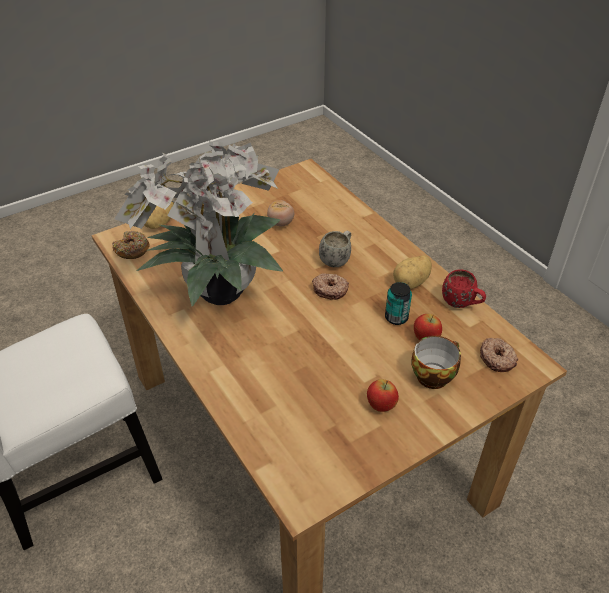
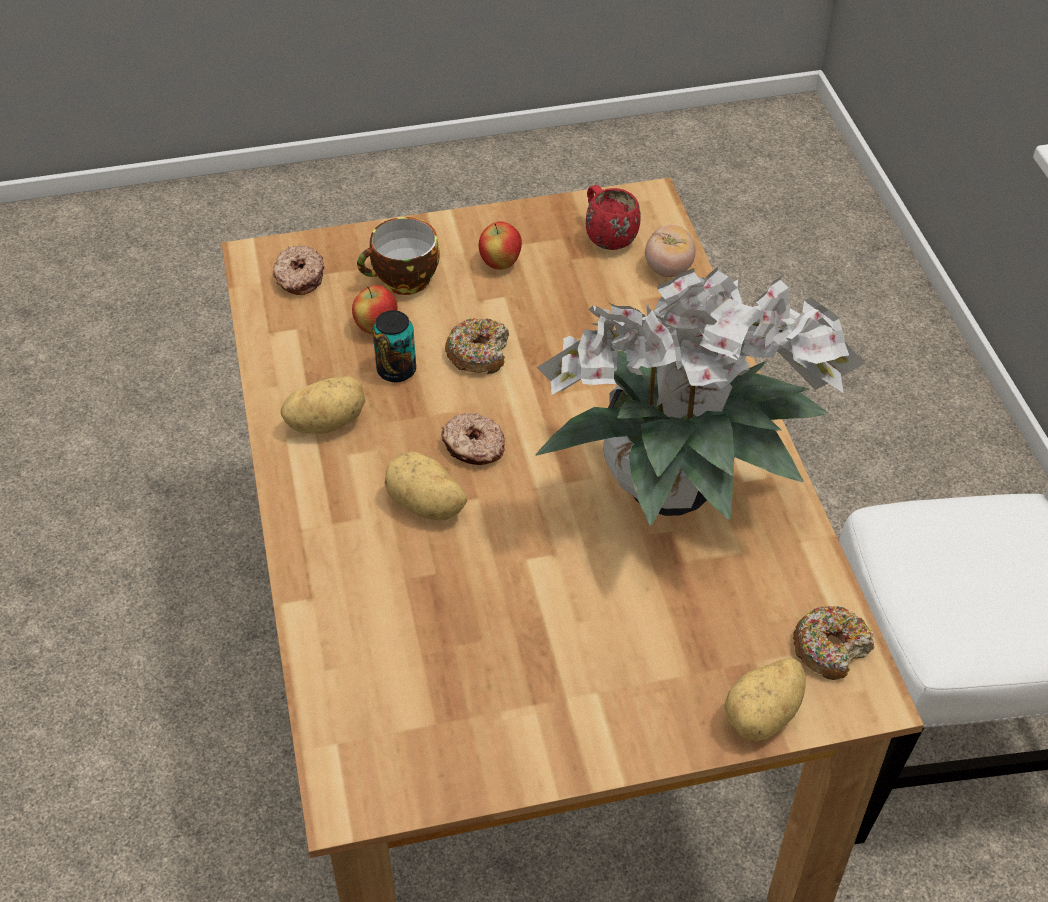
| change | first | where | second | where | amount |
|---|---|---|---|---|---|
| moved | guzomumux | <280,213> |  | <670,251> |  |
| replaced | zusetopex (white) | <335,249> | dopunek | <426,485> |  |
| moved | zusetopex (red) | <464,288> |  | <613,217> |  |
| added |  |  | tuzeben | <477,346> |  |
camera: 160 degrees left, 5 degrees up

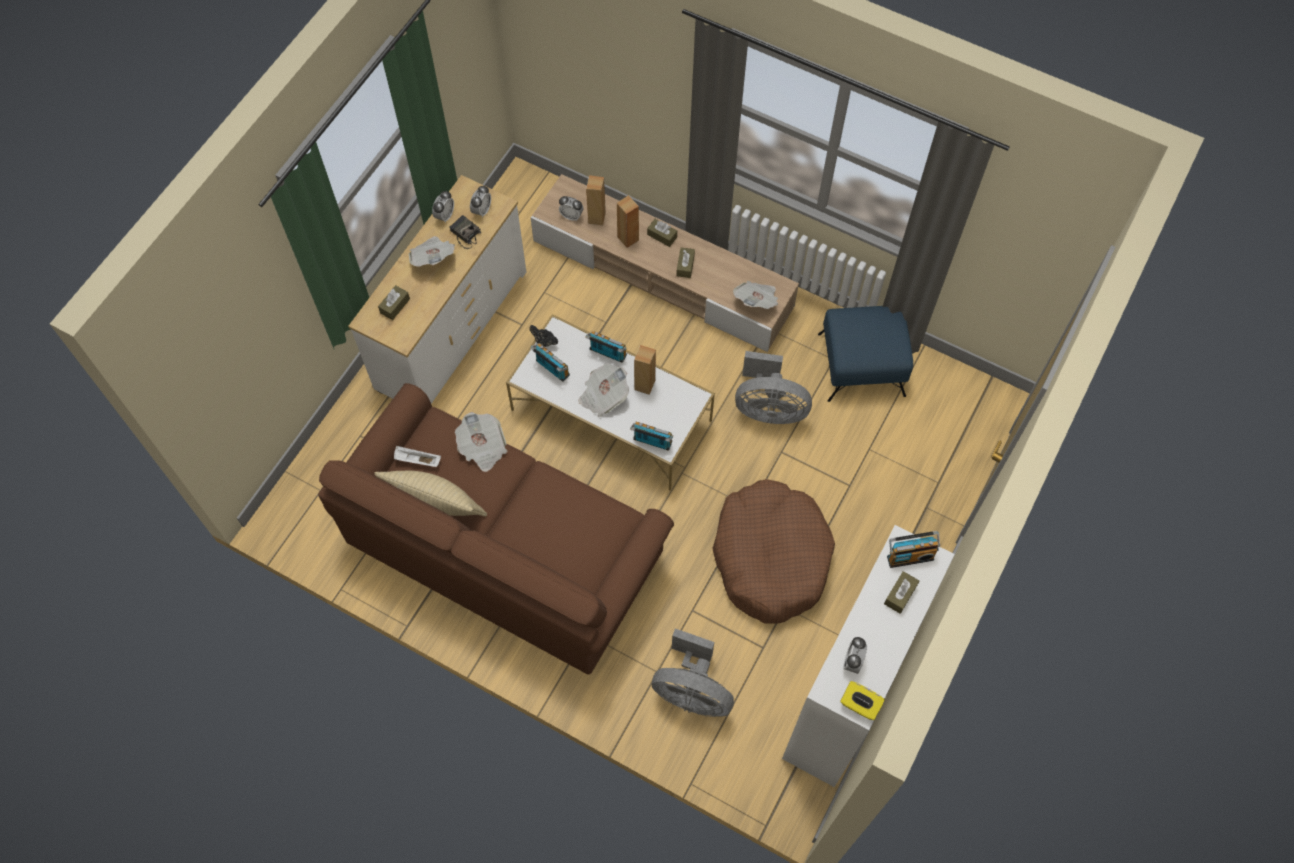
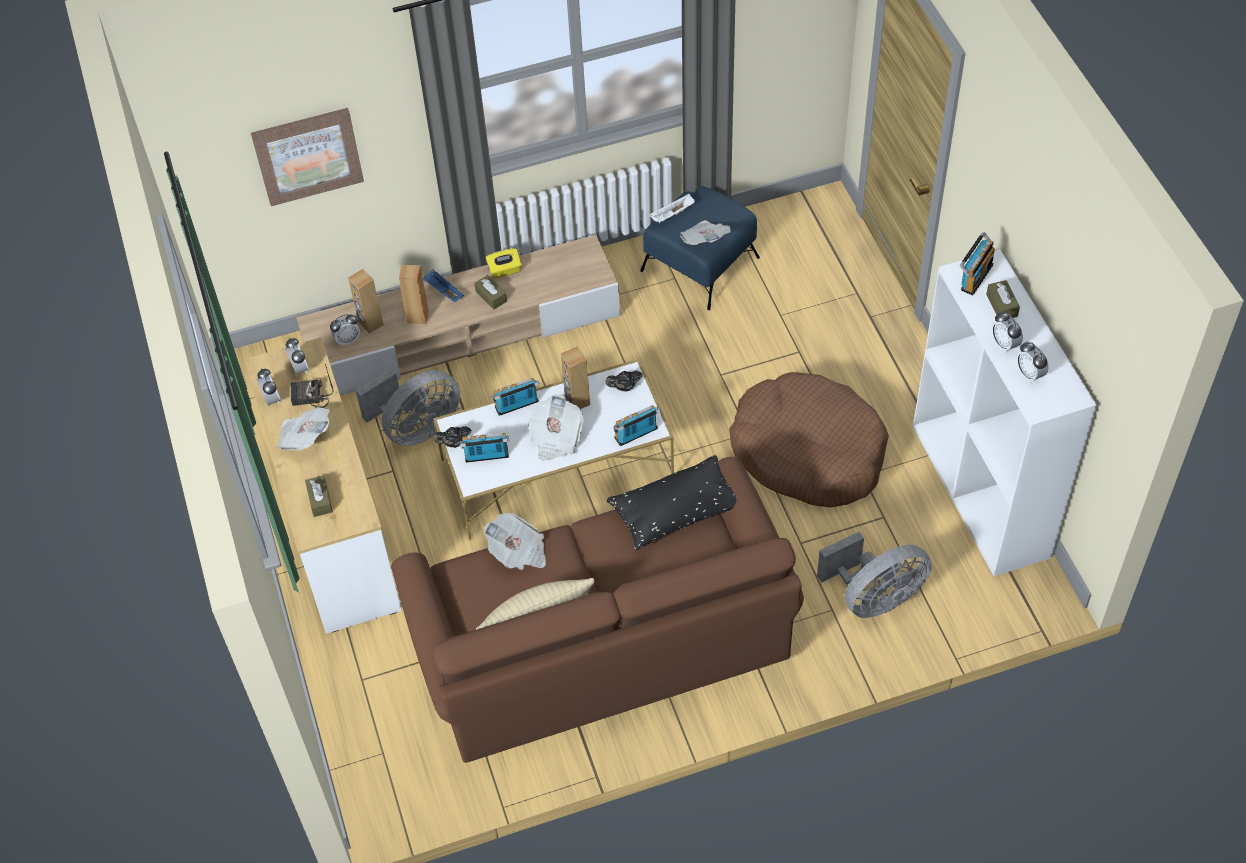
| change | first | where | second | where | amount |
|---|---|---|---|---|---|
| moved | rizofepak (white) | <417,456> |  | <672,208> |  |
| replaced | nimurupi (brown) | <662,233> | rizofepak (blue) | <443,285> |  |
| moved | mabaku | <756,295> |  | <705,232> |  |
| moved | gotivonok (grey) | <773,387> |  | <408,407> |  |
| moved | nimurupi (yellow) | <862,700> |  | <504,263> |  |
| added |  |  | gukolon | <307,157> |  |
| added |  |  | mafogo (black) | <624,381> |  |
| added |  |  | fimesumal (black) | <671,502> |  |
| added |  |  | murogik | <1007,332> |  |
camera: 45 degrees left, 10 degrees down

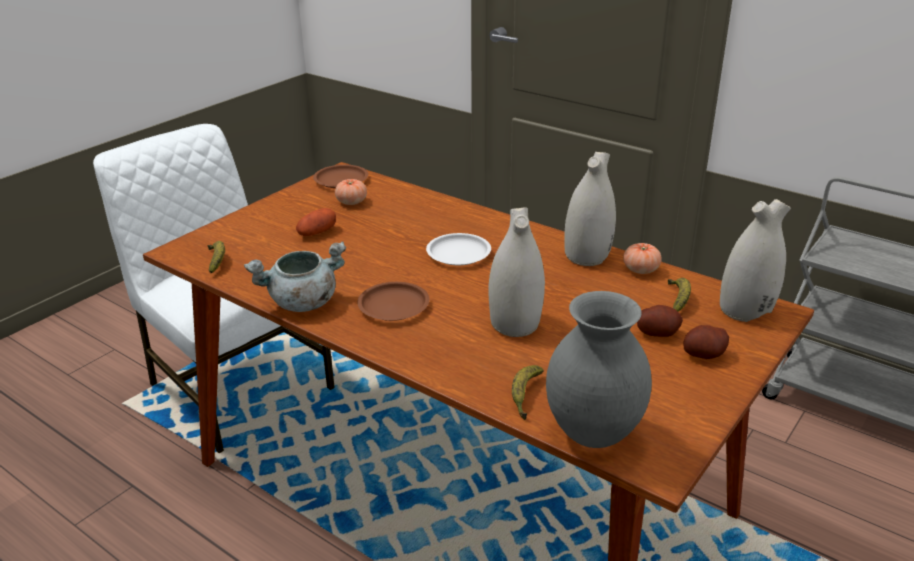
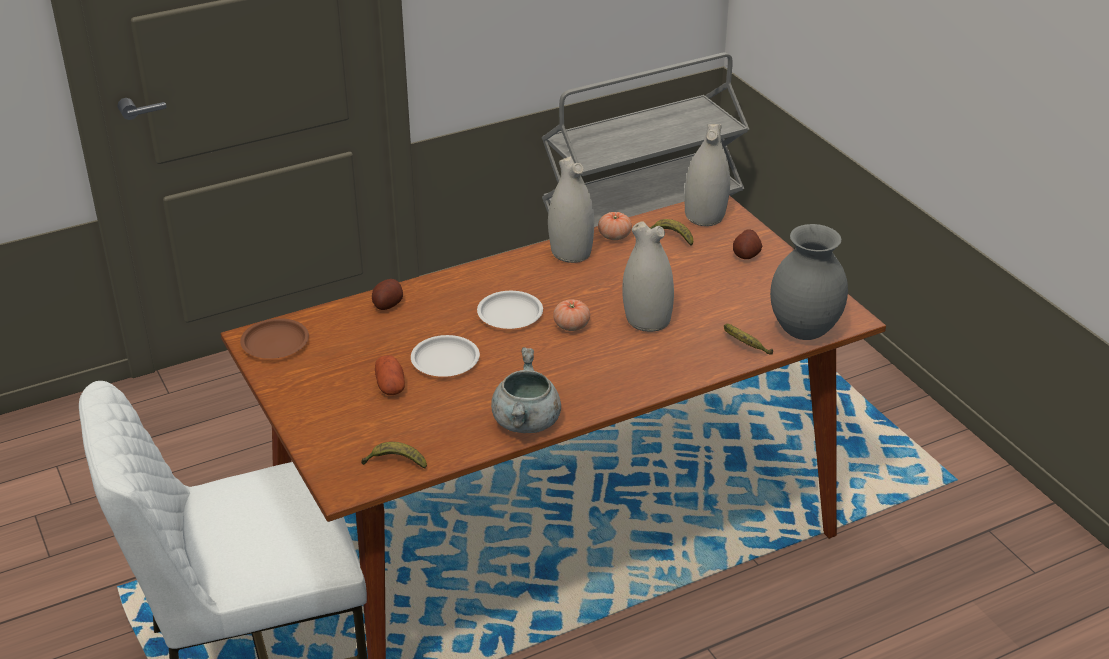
| change | first | where | second | where | amount |
|---|---|---|---|---|---|
| moved | guzomumux | <351,192> |  | <571,315> |  |
| removed | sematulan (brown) | <393,301> |  |  |  |
| moved | dopunek | <660,321> |  | <387,294> |  |
| added |  |  | sematulan (white) | <445,356> |  |
camera: 65 degrees left, 5 degrees up

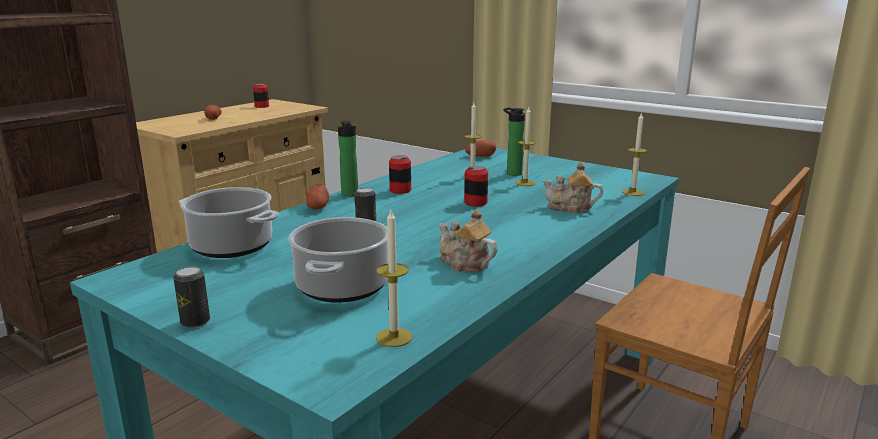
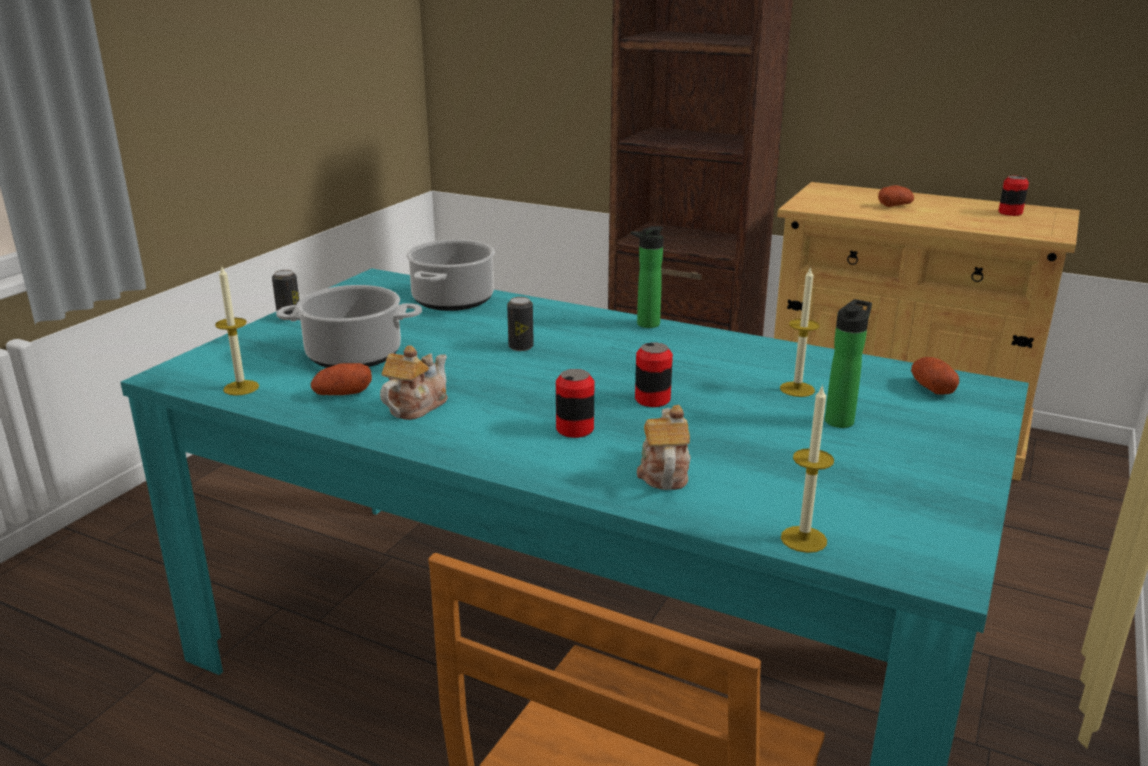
| change | first | where | second | where | amount |
|---|---|---|---|---|---|
| moved | dopunek | <317,196> |  | <341,379> |  |
| moved | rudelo | <400,174> |  | <575,403> |  |
| removed | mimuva | <525,146> |  |  |  |
camera: 80 degrees right, 5 degrees up

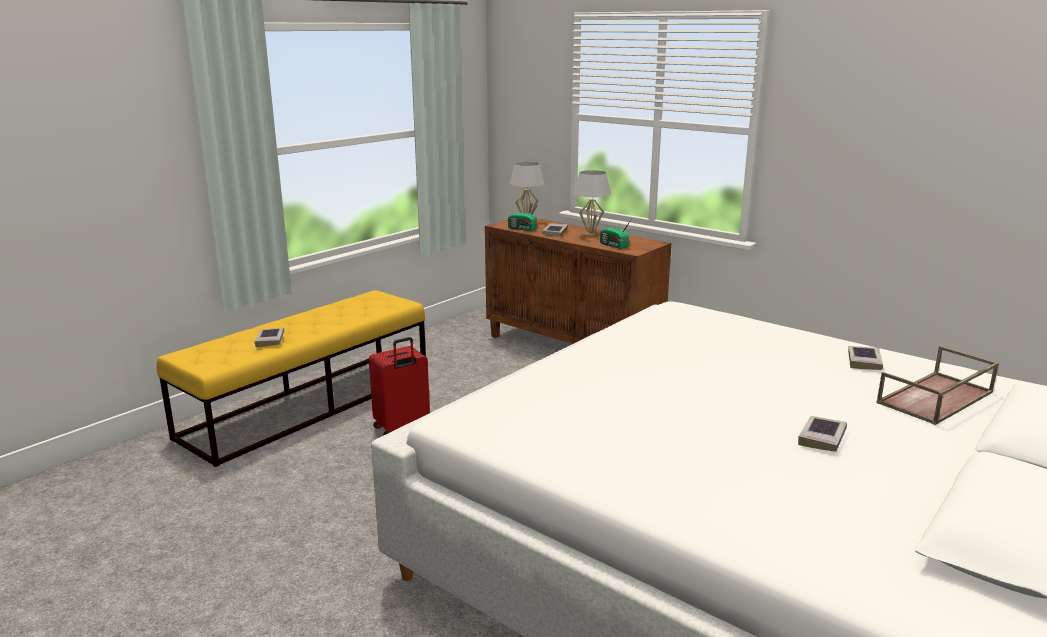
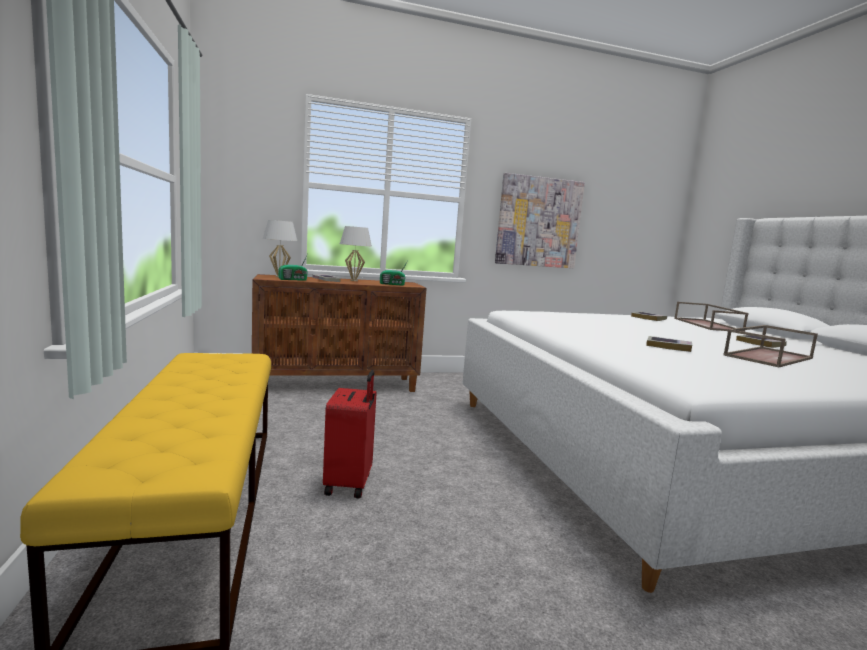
| change | first | where | second | where | amount |
|---|---|---|---|---|---|
| moved | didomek | <269,337> |  | <669,344> |  |
| added |  |  | gukolon | <540,220> |  |
| added |  |  | rizofepak (brown) | <770,346> |  |
camera: 55 degrees left, 10 degrees down

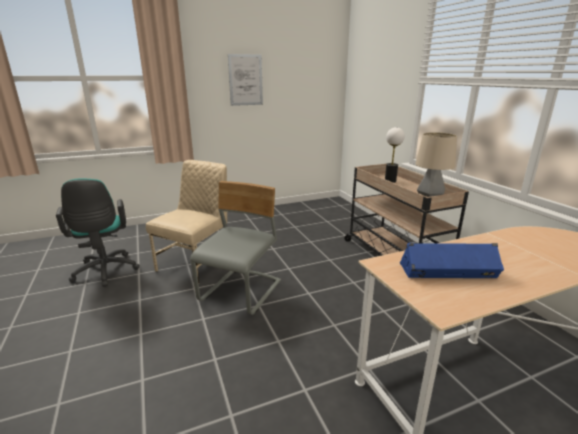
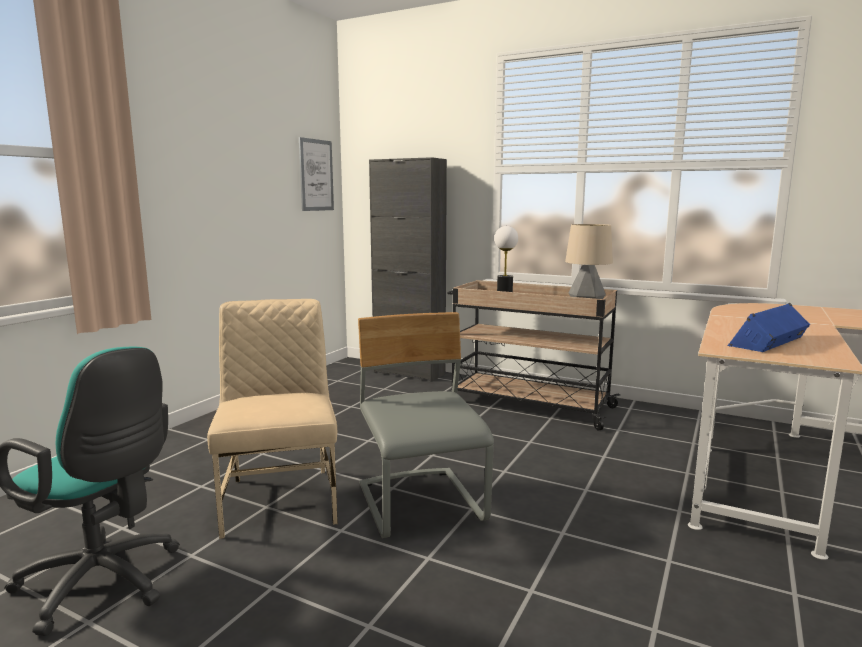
| change | first | where | second | where | amount |
|---|---|---|---|---|---|
| moved | gukolon | <245,80> |  | <316,174> |  |
| added |  |  | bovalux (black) | <408,269> |  |
camera: 40 degrees left, 10 degrees down

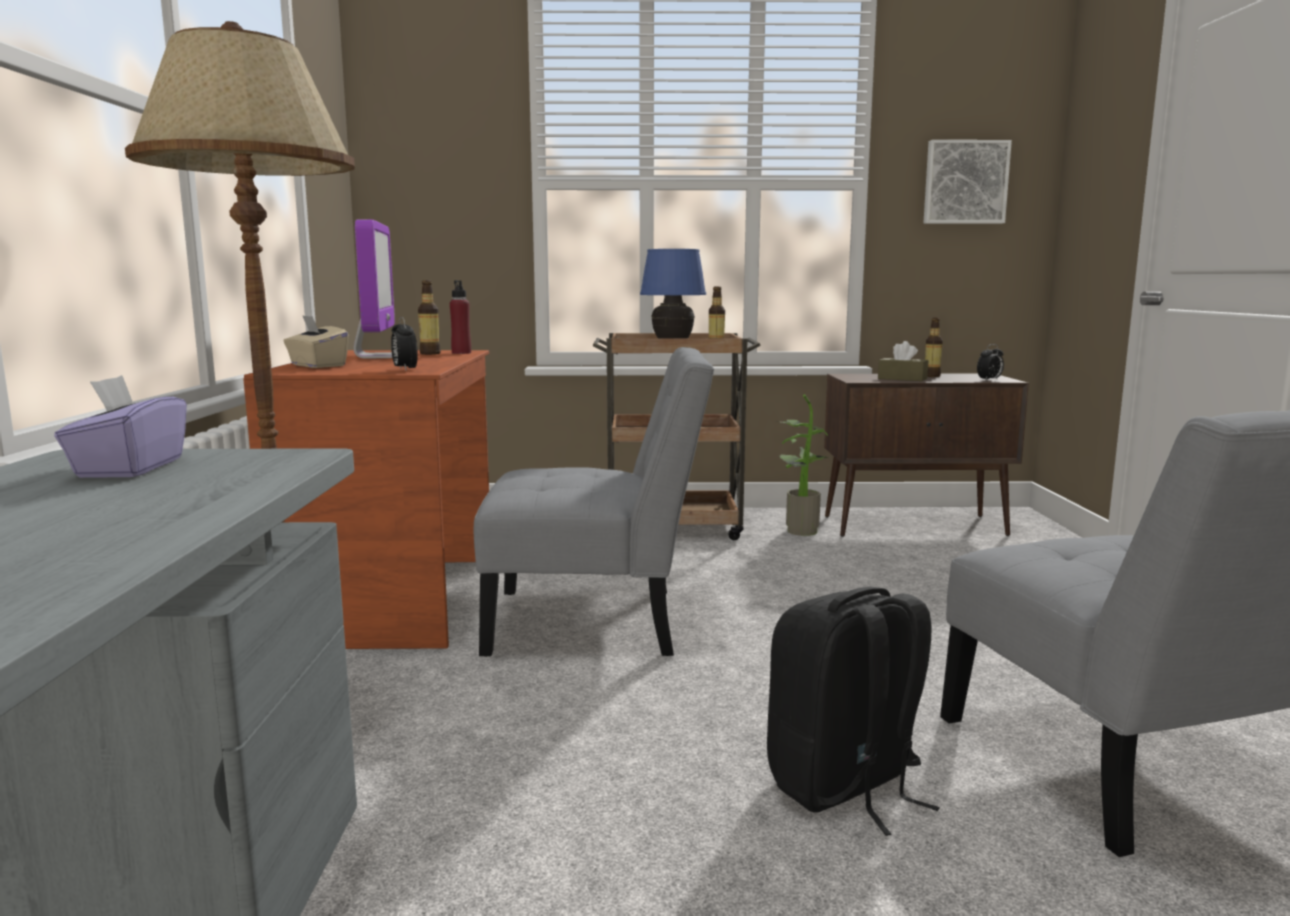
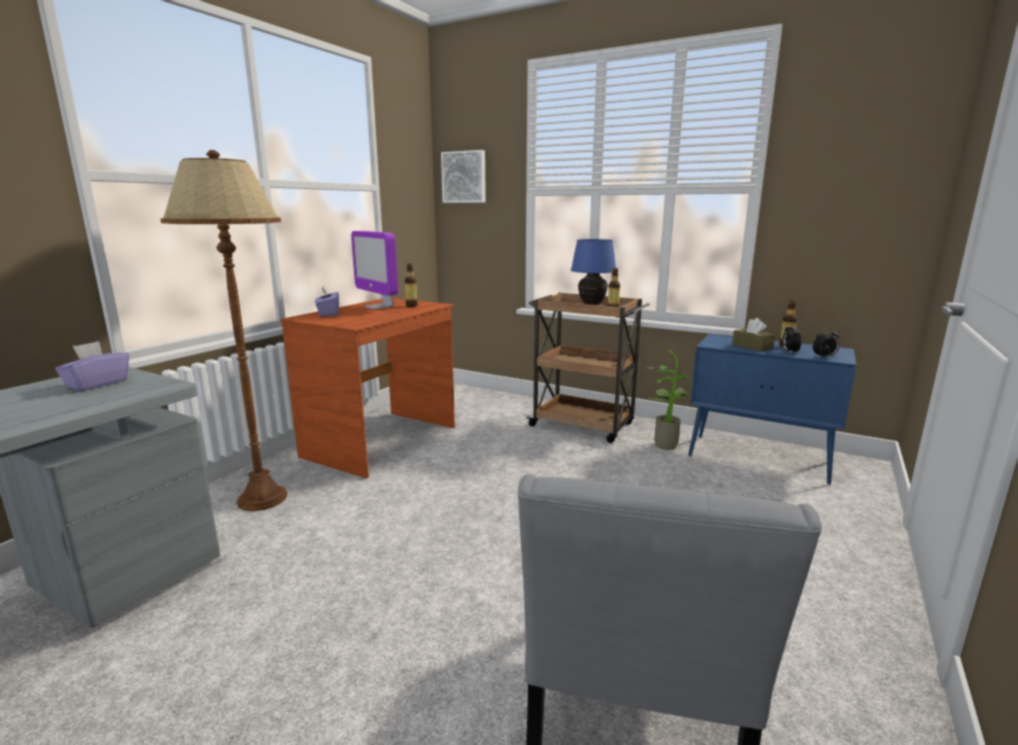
| change | first | where | second | where | amount |
|---|---|---|---|---|---|
| recoloured | nimurupi (beige) | <316,341> | nimurupi (purple) | <327,301> |  |
| turned | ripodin | <374,288> |  | <374,270> | 120 degrees clockwise |
| moved | murogik | <404,343> |  | <792,337> |  |
| removed | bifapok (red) | <460,317> |  |  |  |
| removed | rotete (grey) | <594,502> |  |  |  |
| removed | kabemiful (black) | <853,711> |  |  |  |
| recoloured | bovalux (brown) | <926,455> | bovalux (blue) | <772,409> |  |
| moved | gukolon | <967,182> |  | <463,176> |  |
camera: 30 degrees right, 5 degrees up

